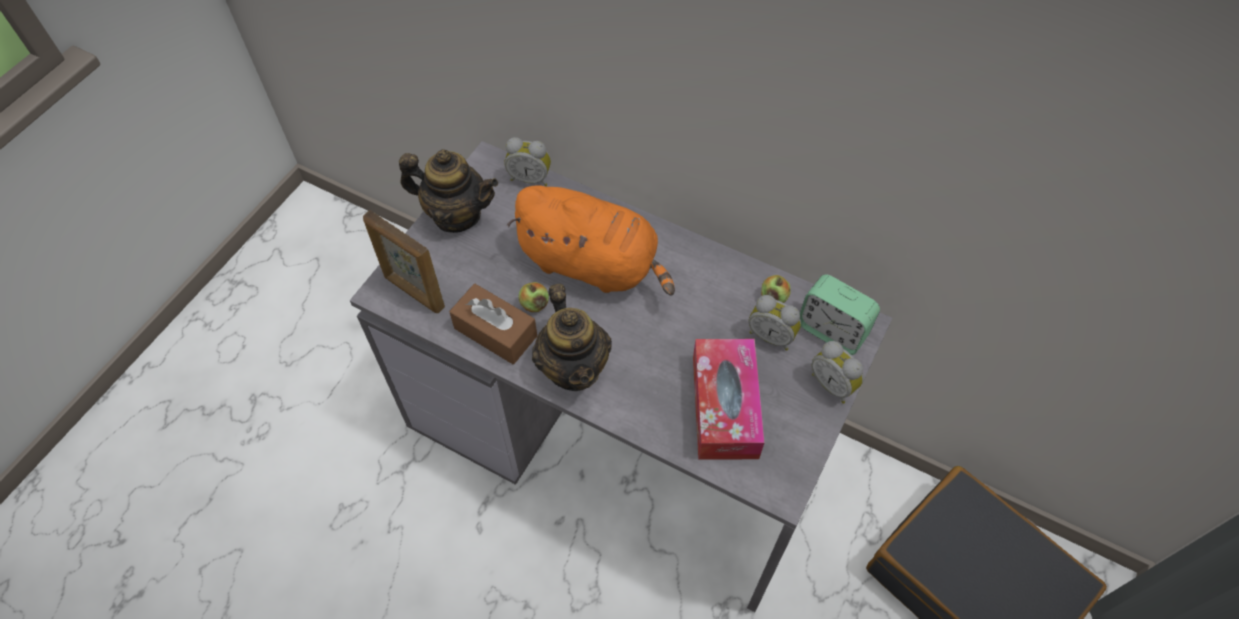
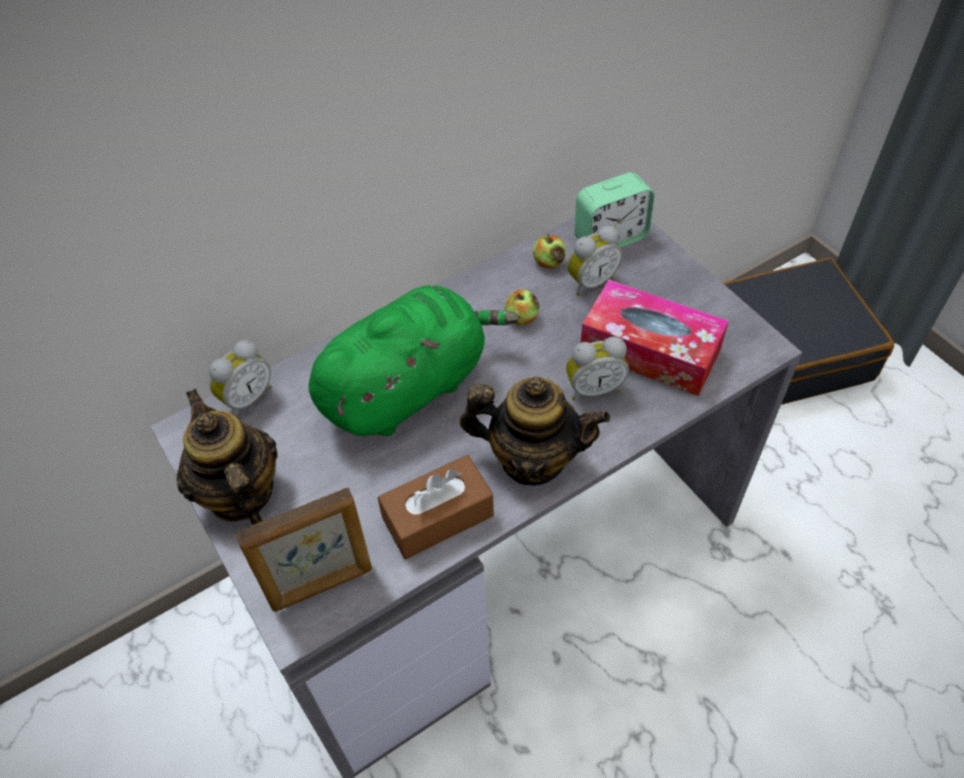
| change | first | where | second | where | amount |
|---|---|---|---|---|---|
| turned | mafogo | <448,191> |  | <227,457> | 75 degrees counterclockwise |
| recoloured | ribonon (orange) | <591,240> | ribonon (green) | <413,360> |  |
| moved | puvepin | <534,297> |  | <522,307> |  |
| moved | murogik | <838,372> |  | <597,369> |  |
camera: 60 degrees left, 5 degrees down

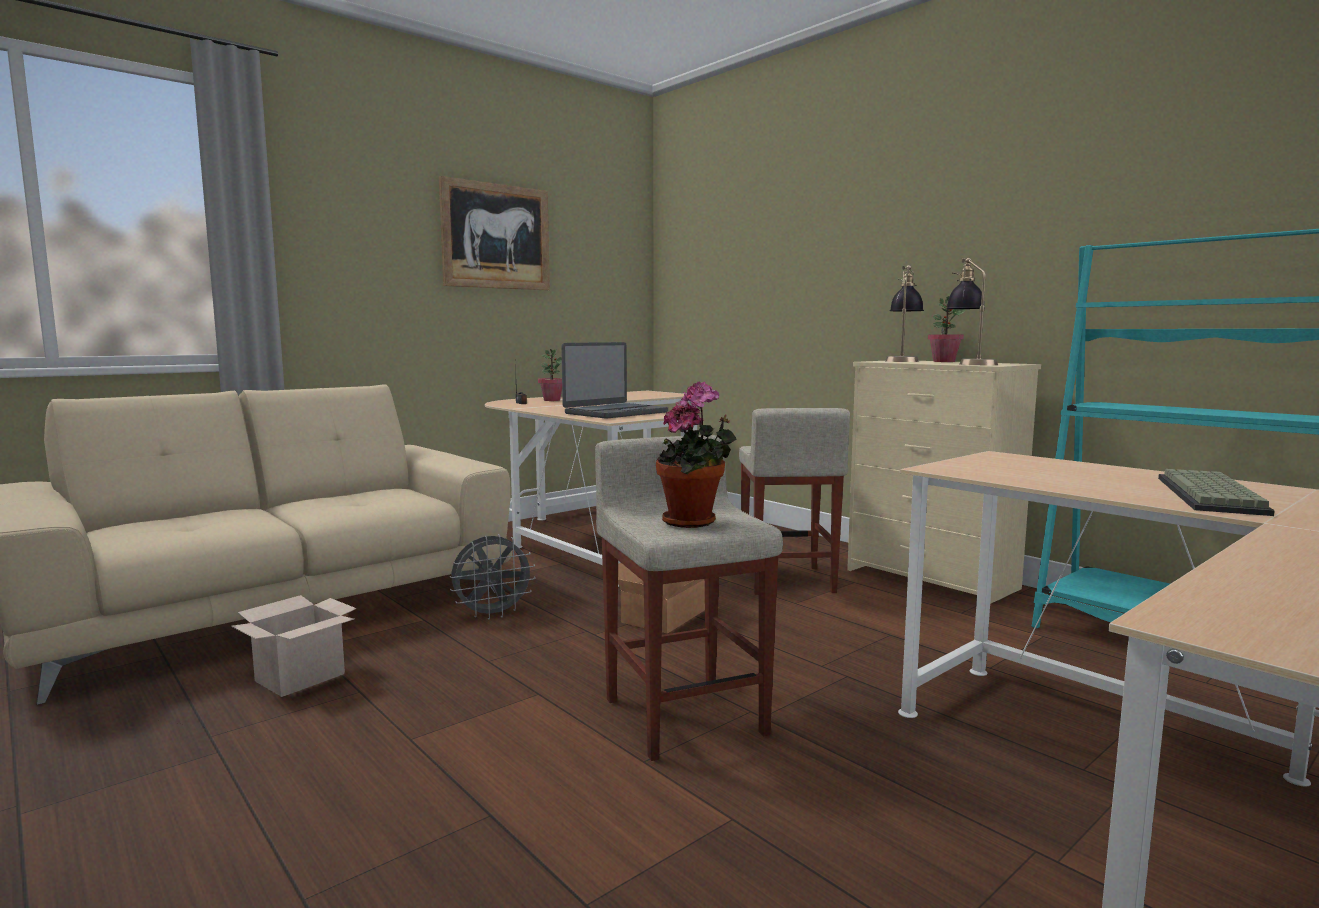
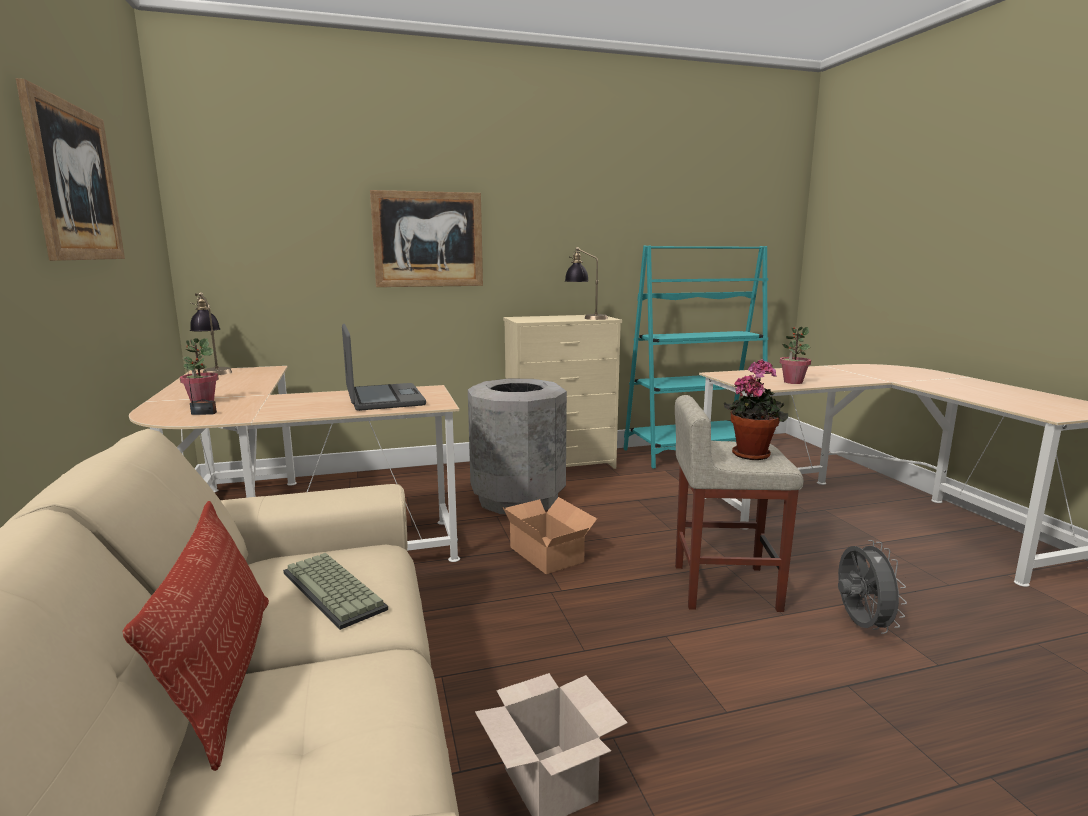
| change | first | where | second | where | amount |
|---|---|---|---|---|---|
| moved | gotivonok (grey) | <492,577> |  | <872,587> |  |
| replaced | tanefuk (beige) | <794,501> | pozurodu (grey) | <517,446> |  |
| moved | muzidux | <904,313> |  | <211,333> |  |
| moved | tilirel | <946,329> |  | <795,355> |  |
| moved | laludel | <1216,492> |  | <335,591> |  |
| added |  |  | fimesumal | <196,636> |  |
| added |  |  | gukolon | <426,238> |  |
camera: 65 degrees left, 5 degrees up

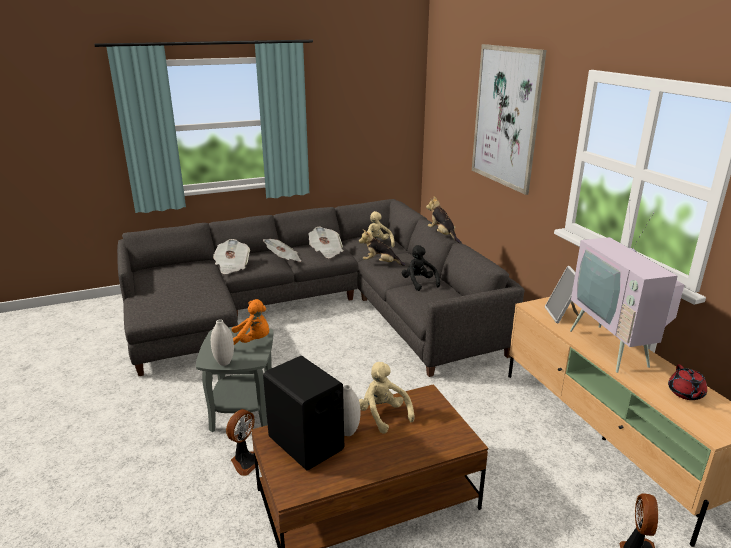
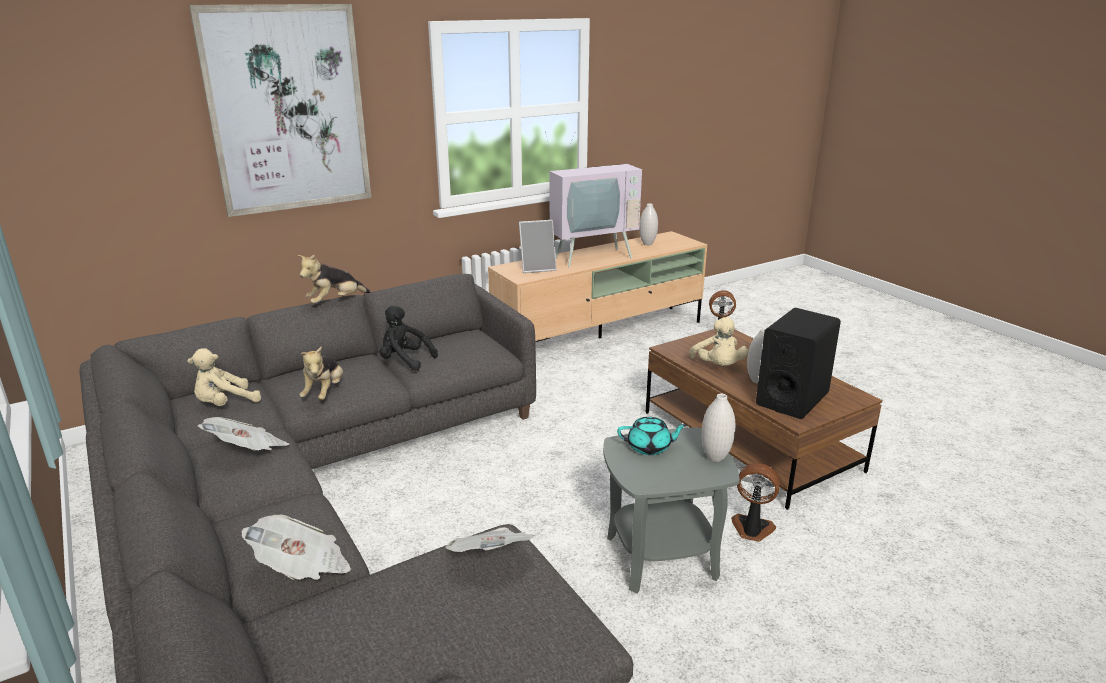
| change | first | where | second | where | amount |
|---|---|---|---|---|---|
| replaced | ribonon (orange) | <250,322> | mafogo (turquoise) | <652,436> |  |
| moved | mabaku | <282,250> |  | <491,539> |  |
| turned | ribonon (beige) | <387,398> |  | <718,341> | 60 degrees counterclockwise |
| turned | ribonon (black) | <421,268> |  | <409,338> | 60 degrees clockwise |
| replaced | mafogo (red) | <687,382> | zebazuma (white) | <648,224> |  |
camera: 100 degrees left, 0 degrees up

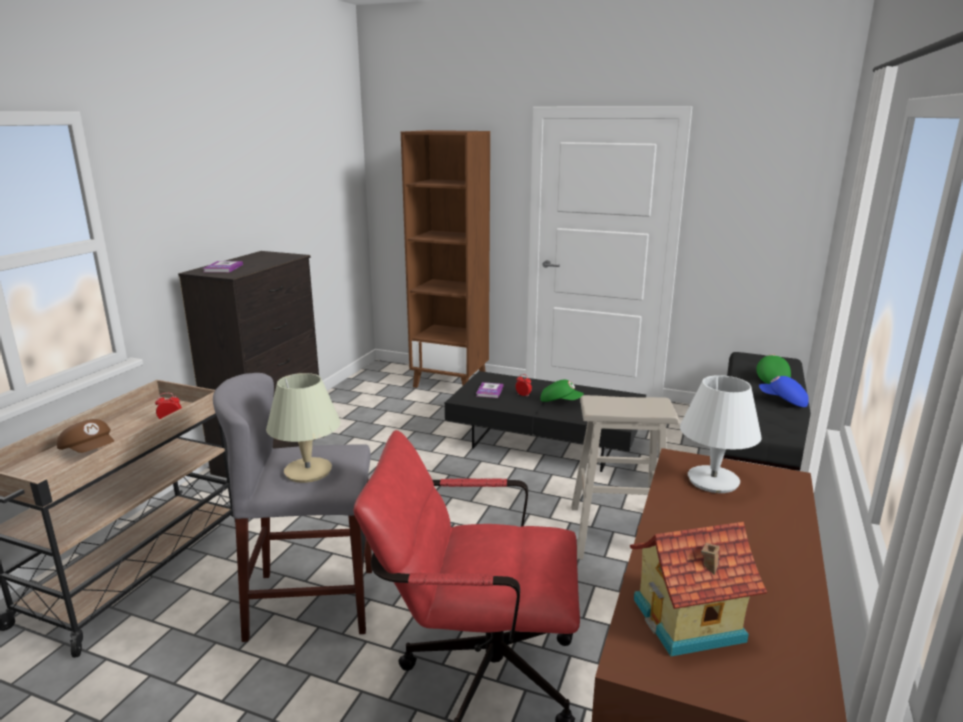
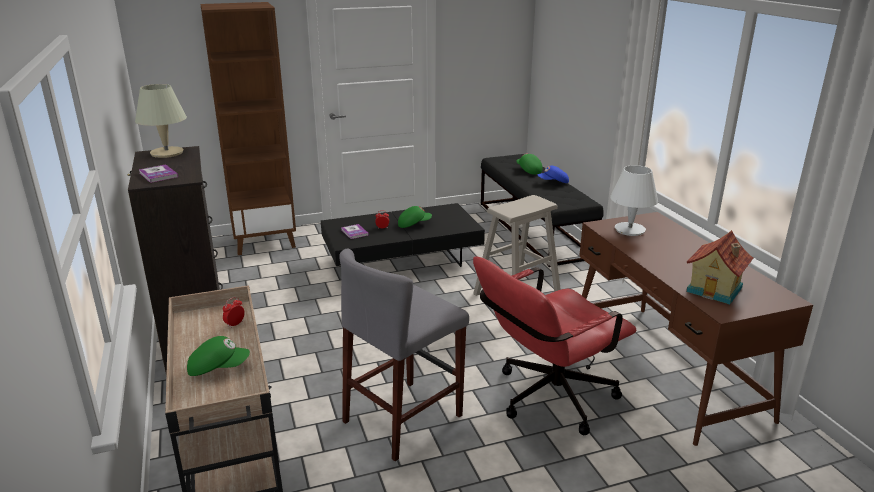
| change | first | where | second | where | amount |
|---|---|---|---|---|---|
| recoloured | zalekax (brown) | <85,436> | zalekax (green) | <218,356> |  |
| moved | muzidux (beige) | <303,428> |  | <161,121> |  |
camera: 40 degrees left, 5 degrees up

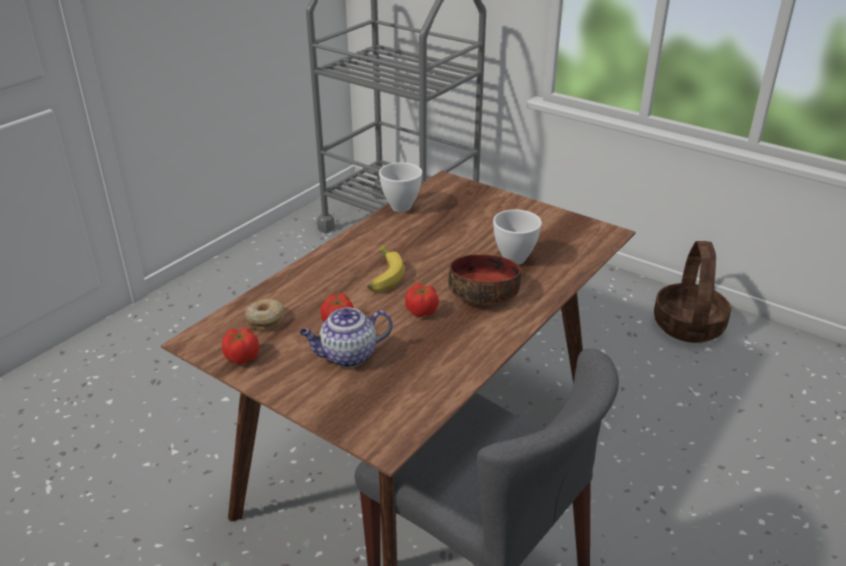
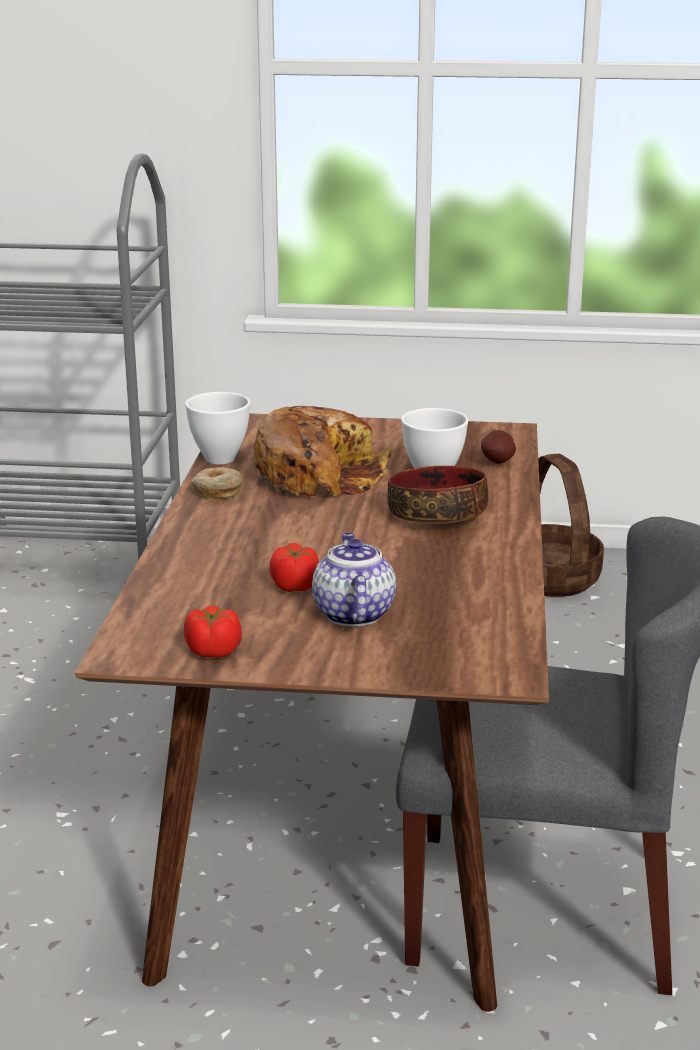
| change | first | where | second | where | amount |
|---|---|---|---|---|---|
| moved | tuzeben | <264,314> |  | <217,483> |  |
| turned | mafogo | <346,338> |  | <354,579> | 135 degrees clockwise |
| removed | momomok | <386,269> |  |  |  |
| removed | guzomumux | <422,300> |  |  |  |
| added |  |  | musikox | <322,451> |  |
| added |  |  | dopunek | <498,447> |  |
camera: 30 degrees left, 10 degrees down

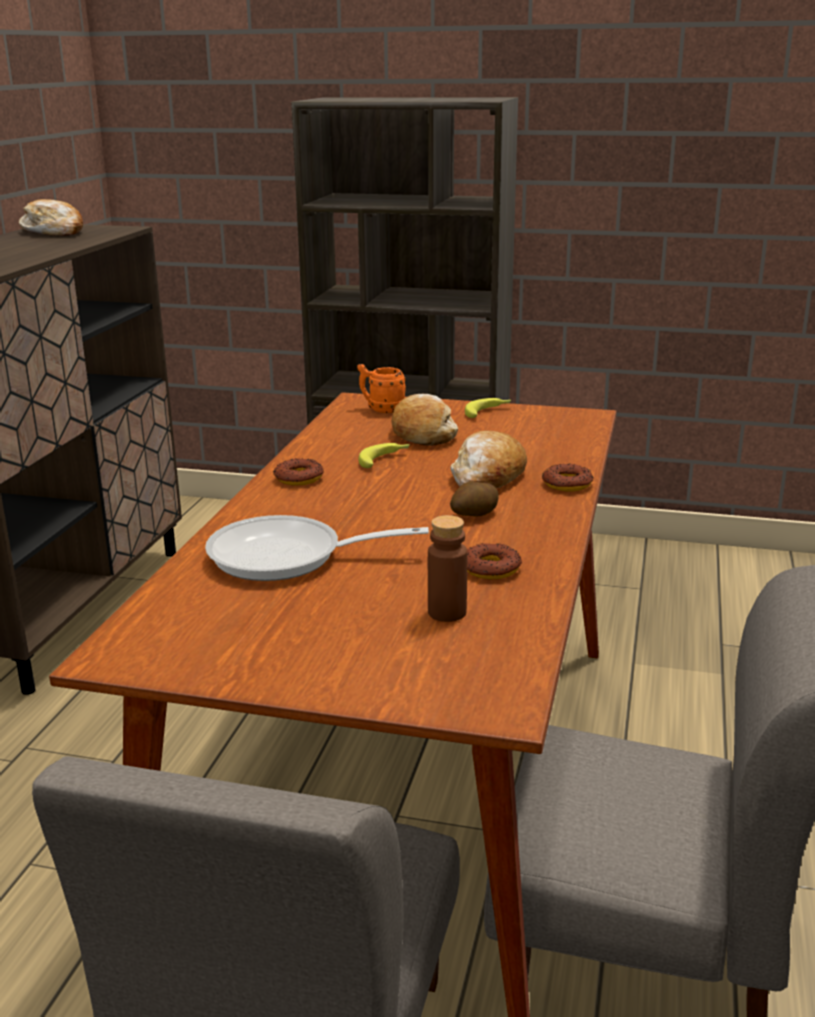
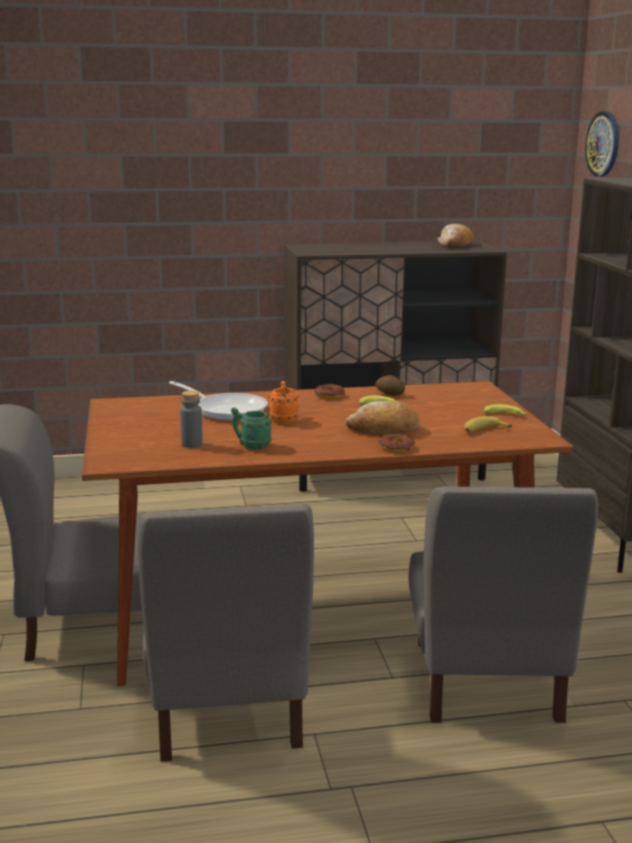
| change | first | where | second | where | amount |
|---|---|---|---|---|---|
| turned | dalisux | <317,548> |  | <218,401> | 150 degrees clockwise |
| moved | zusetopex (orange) | <381,388> |  | <284,402> |  |
| removed | musikox | <425,420> |  |  |  |
| recoloured | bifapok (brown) | <447,568> | bifapok (grey) | <191,419> |  |
| moved | dopunek | <474,499> |  | <390,385> |  |
| replaced | tuzeben | <494,561> | zusetopex (green) | <251,428> |  |
| added |  |  | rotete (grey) | <503,604> |  |
| added |  |  | momomok | <488,424> |  |
| added |  |  | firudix | <602,144> |  |
camera: 65 degrees right, 5 degrees down

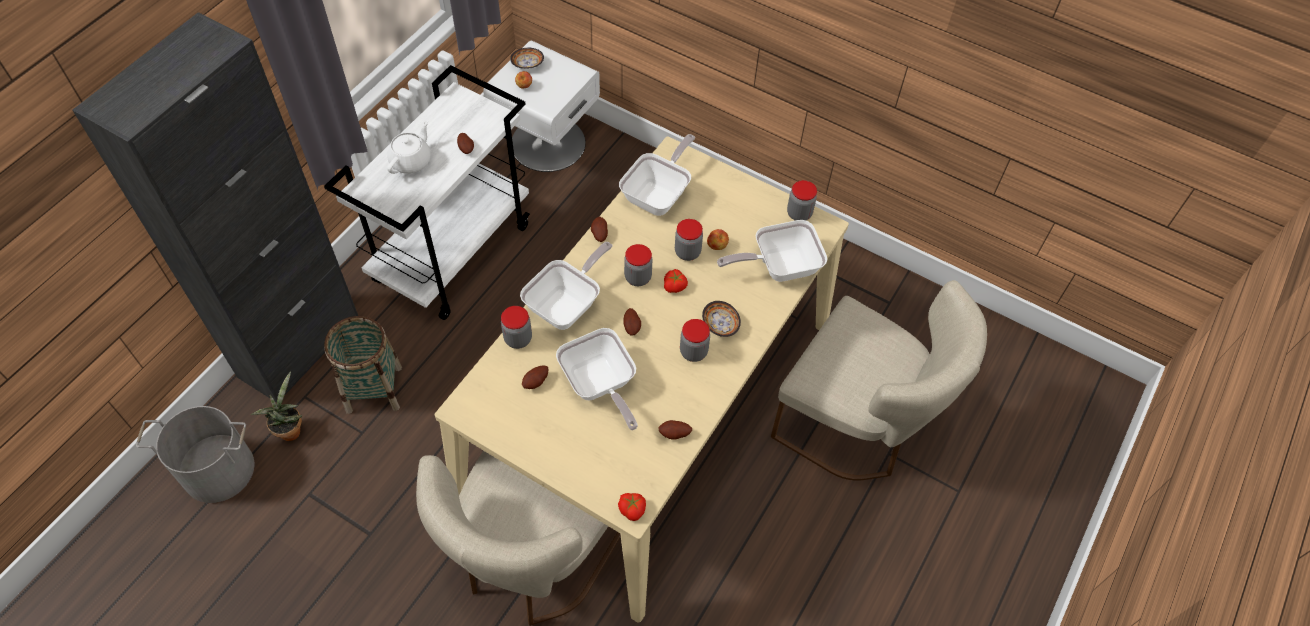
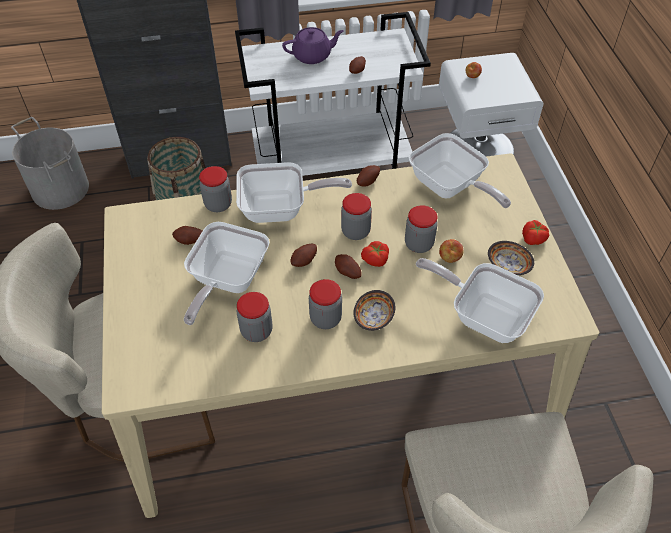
| change | first | where | second | where | amount |
|---|---|---|---|---|---|
| removed | tilirel | <276,406> |  |  |  |
| recoloured | mafogo (white) | <409,147> | mafogo (purple) | <313,45> |  |
| moved | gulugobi | <527,58> |  | <511,258> |  |
| moved | guzomumux | <632,507> |  | <535,232> |  |
| turned | dalisux | <657,175> |  | <460,170> | 60 degrees clockwise |
| moved | dopunek | <675,430> |  | <348,266> |  |
| moved | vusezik | <802,200> |  | <255,317> |  |
camera: 50 degrees right, 5 degrees down

